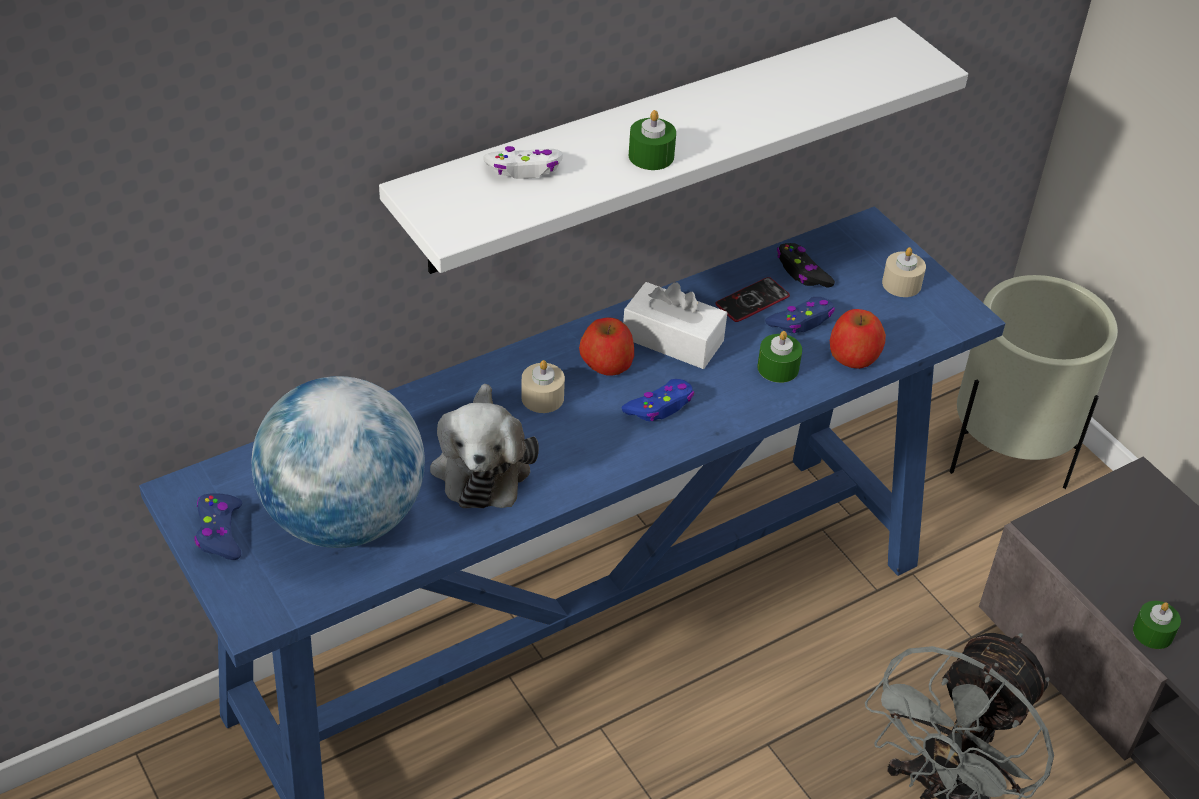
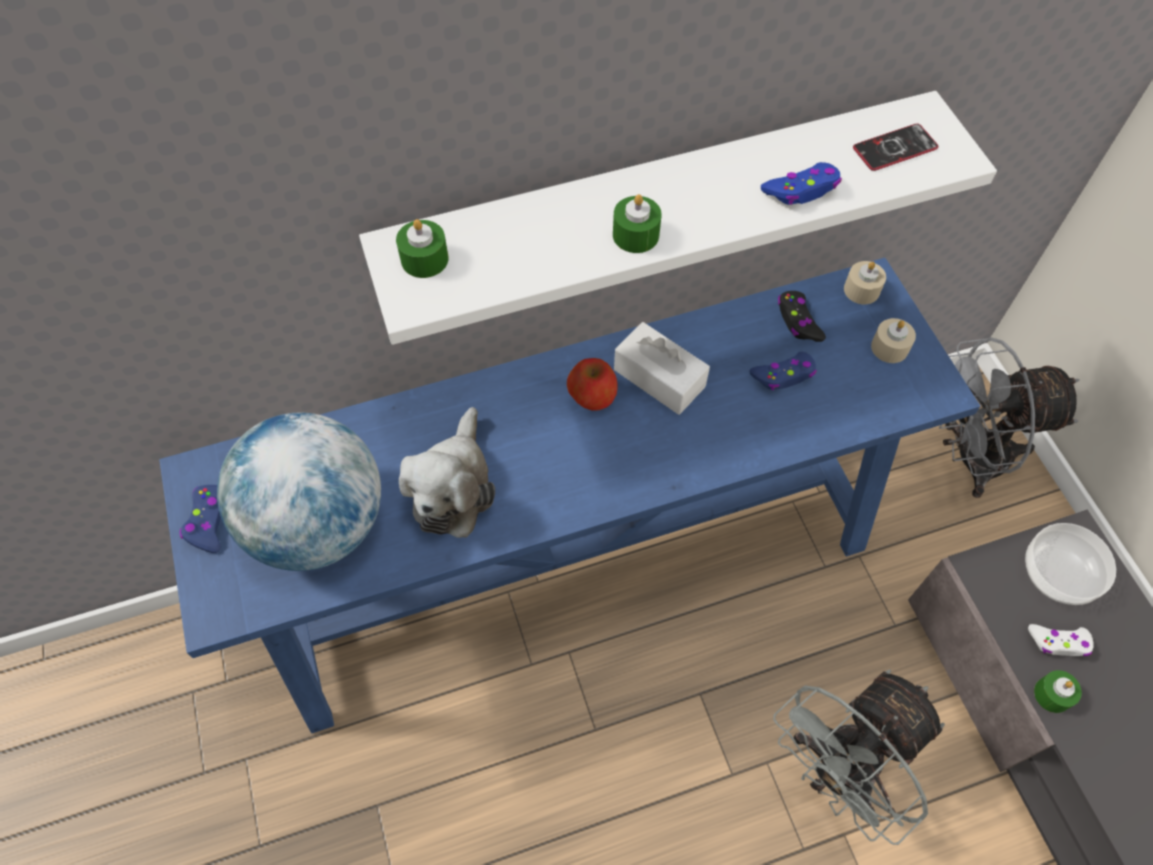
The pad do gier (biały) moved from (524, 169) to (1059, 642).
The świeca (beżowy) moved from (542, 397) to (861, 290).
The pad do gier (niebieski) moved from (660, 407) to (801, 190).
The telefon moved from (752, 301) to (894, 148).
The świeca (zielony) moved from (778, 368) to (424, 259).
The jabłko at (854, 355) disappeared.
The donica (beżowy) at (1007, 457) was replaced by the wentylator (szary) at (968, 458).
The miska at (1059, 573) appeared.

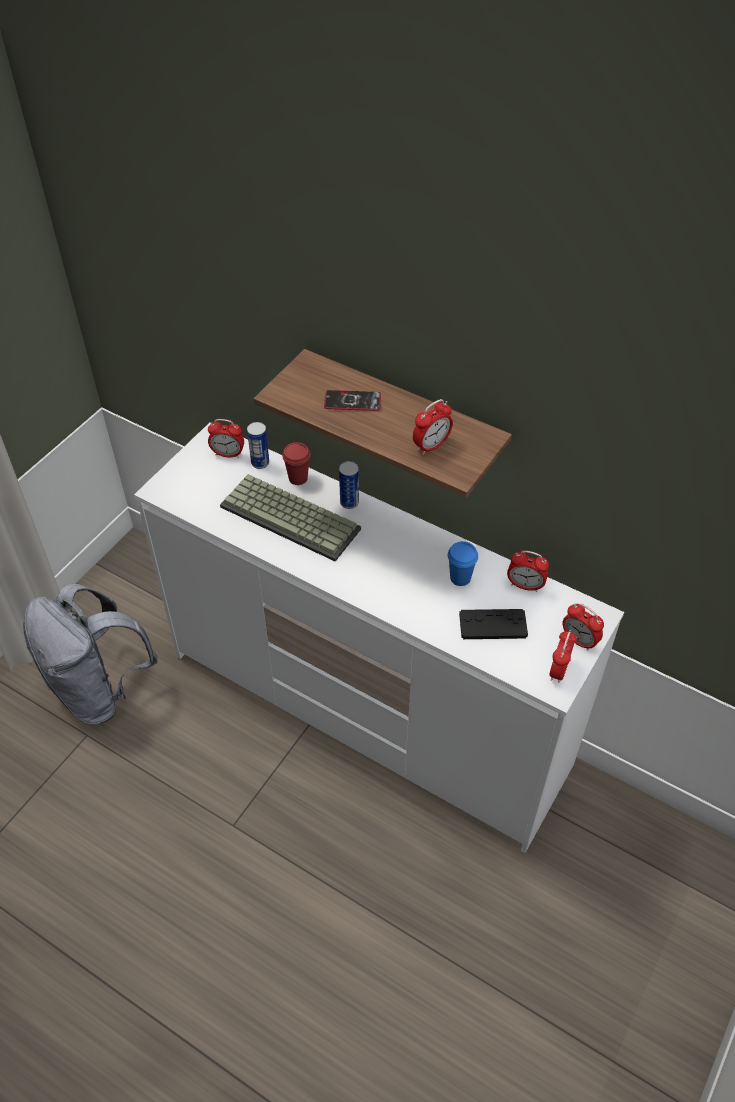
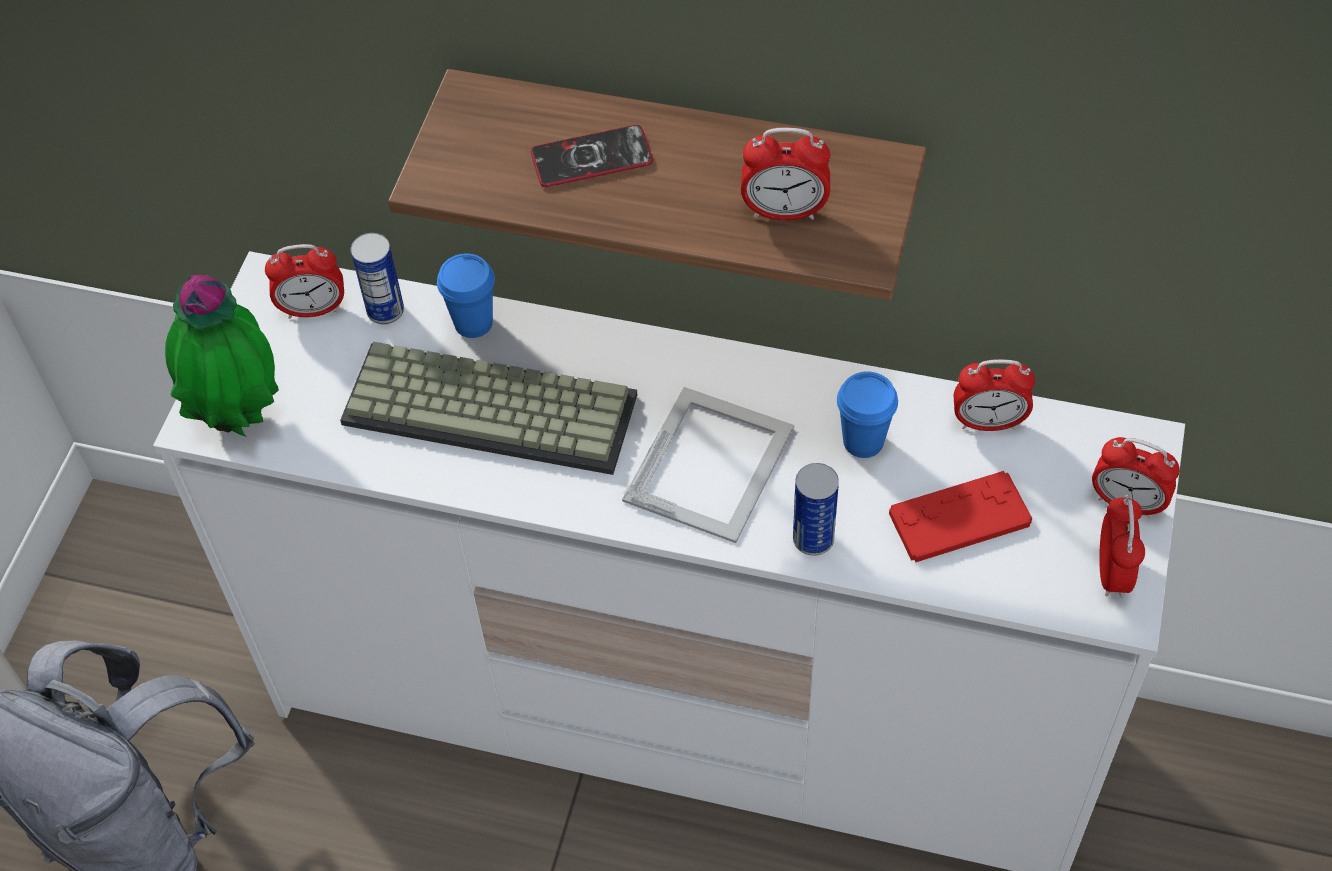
The filiżanka (czerwony) at (298, 478) became the filiżanka (niebieski) at (473, 323).
The puszka moved from (349, 502) to (813, 539).
The budzik at (431, 446) turned 60 degrees clockwise.
The pad do gier (czarny) at (493, 625) became the pad do gier (czerwony) at (959, 518).
The roślina doniczkowa at (241, 417) appeared.
The ramka na zdjęcie at (711, 462) appeared.

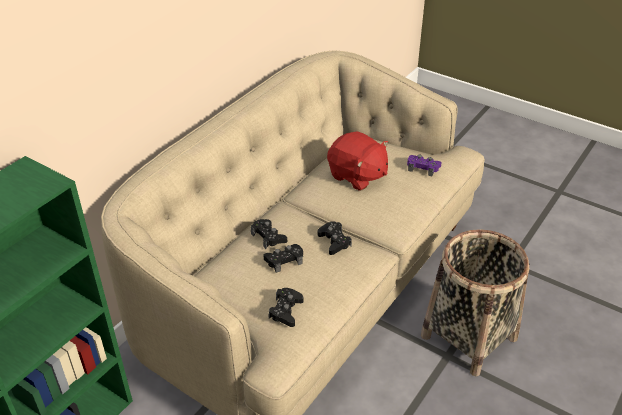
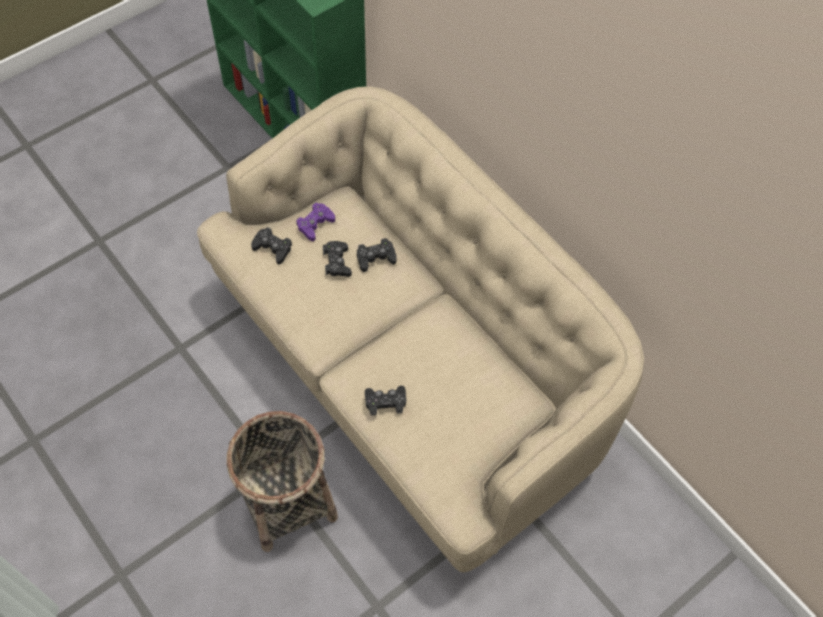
The pad do gier (czarny) moved from (334, 241) to (385, 402).
The pluszak (czerwony) at (357, 176) disappeared.
The pad do gier (fioletowy) moved from (423, 168) to (315, 224).

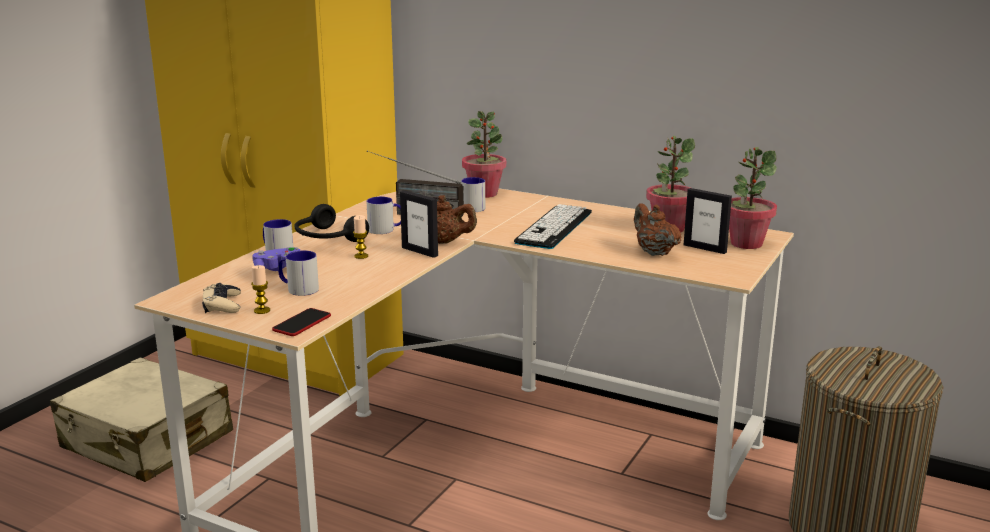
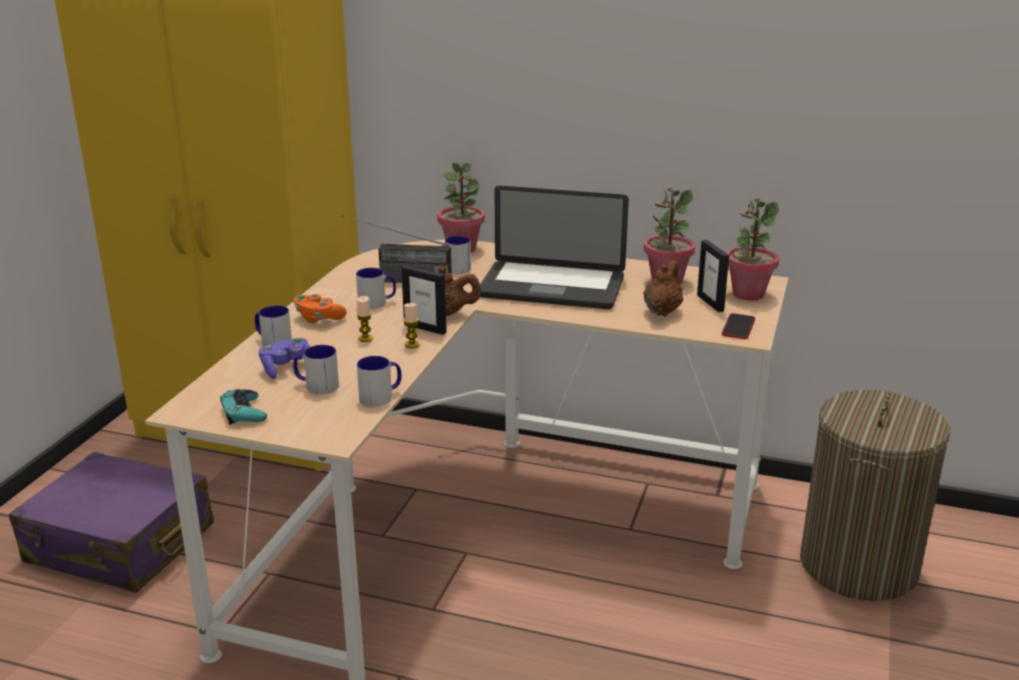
The walizka (beżowy) at (147, 441) became the walizka (fioletowy) at (120, 544).
The pad do gier (beżowy) at (222, 305) became the pad do gier (turkusowy) at (243, 412).
The świeca moved from (262, 310) to (412, 345).
The telefon moved from (302, 323) to (738, 327).
The słuchawki (czarny) at (327, 238) was replaced by the pad do gier (pomarańczowy) at (318, 318).
The klawiatura at (554, 227) was replaced by the laptop at (551, 287).
The imbryk (brązowy) at (654, 252) turned 60 degrees clockwise.
The ramka na zdjęcie at (705, 248) turned 45 degrees clockwise.
The kubek at (381, 396) appeared.

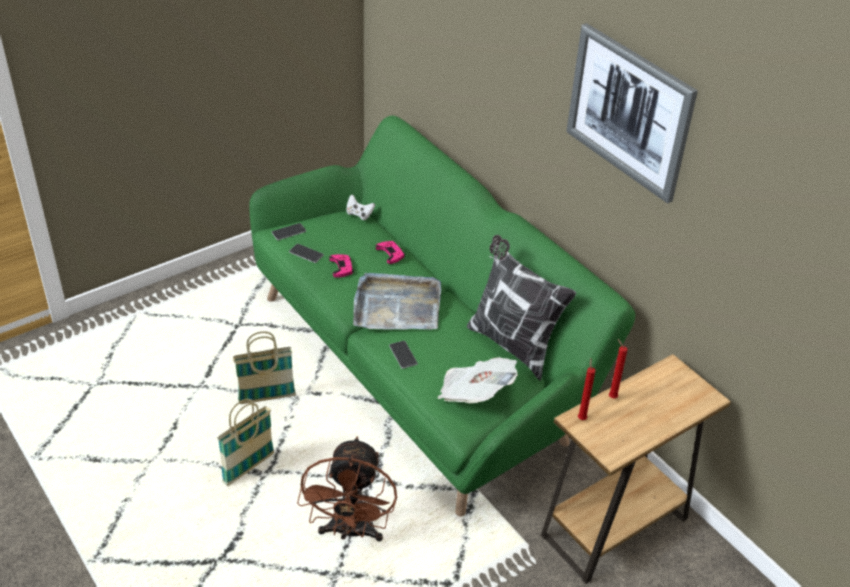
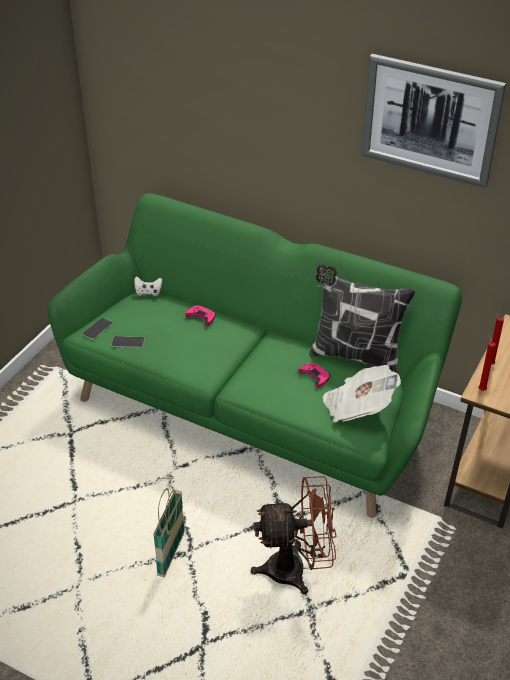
The koszyk at (267, 398) disappeared.
The wentylator (brązowy) at (351, 532) turned 75 degrees counterclockwise.
The pad do gier (różowy) moved from (341, 268) to (315, 376).
The taca (szary) at (396, 306) disappeared.
The telefon at (403, 354) disappeared.

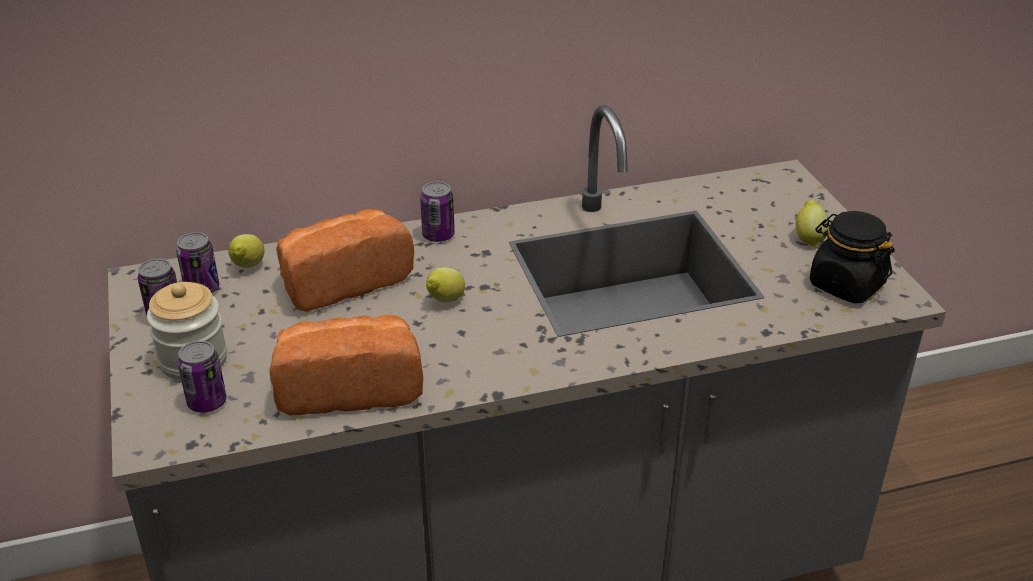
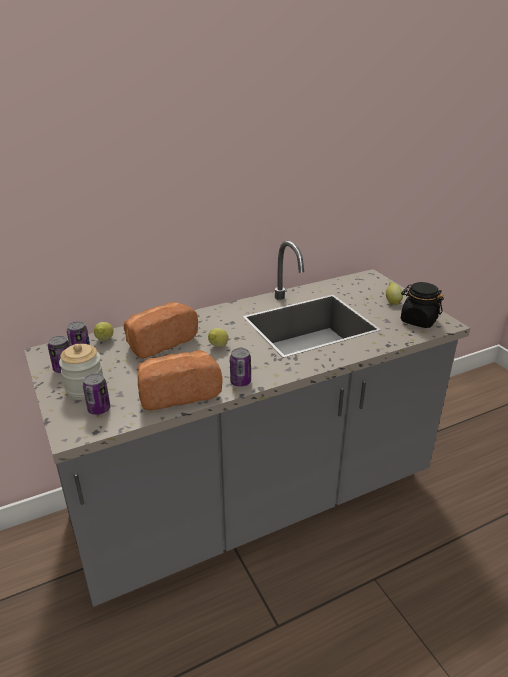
The puszka moved from (438, 235) to (240, 382).

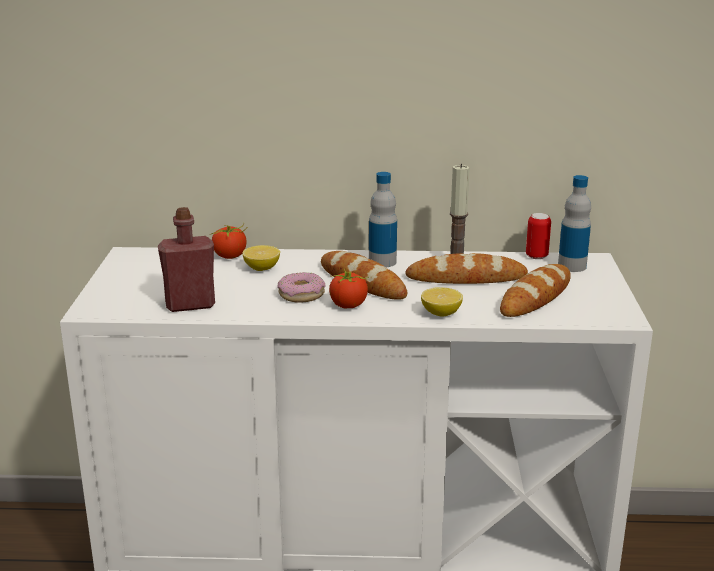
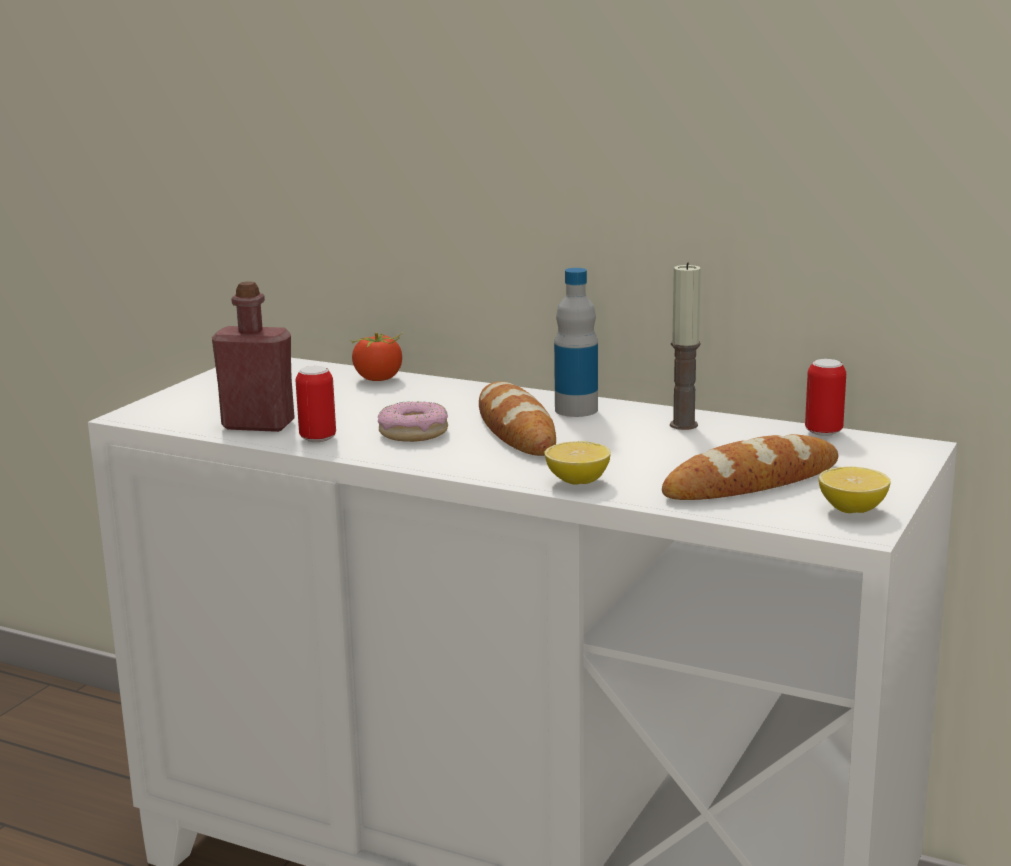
The cytryna moved from (262, 268) to (852, 510).
The pomidor at (348, 305) disappeared.
The chleb at (466, 278) disappeared.
The butelka at (572, 266) disappeared.
The puszka at (318, 438) appeared.

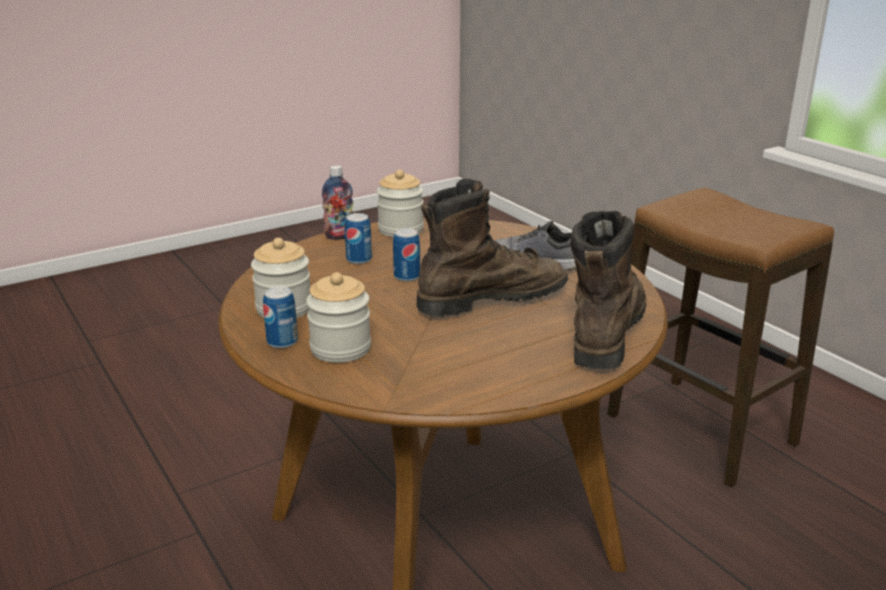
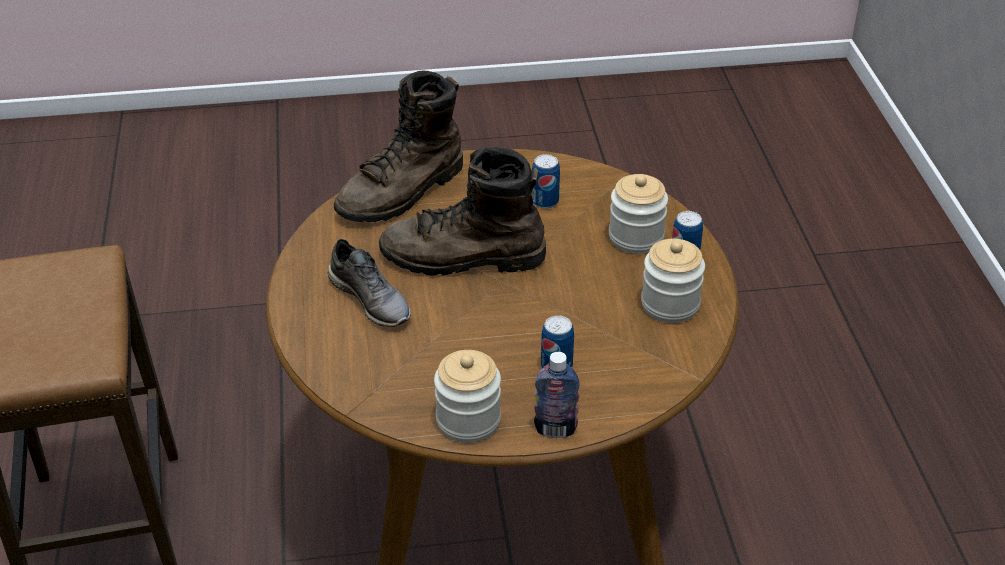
The puszka moved from (407, 277) to (545, 201).

